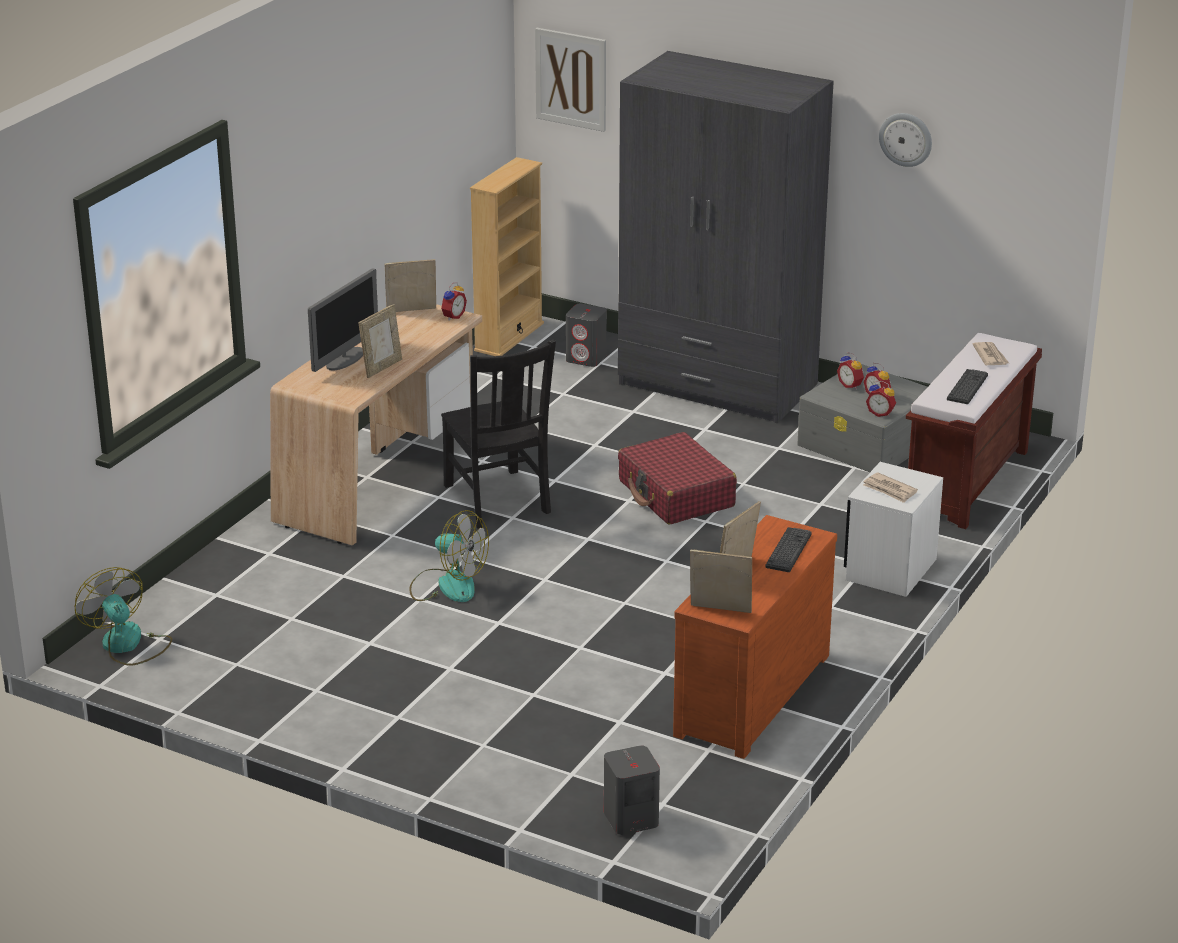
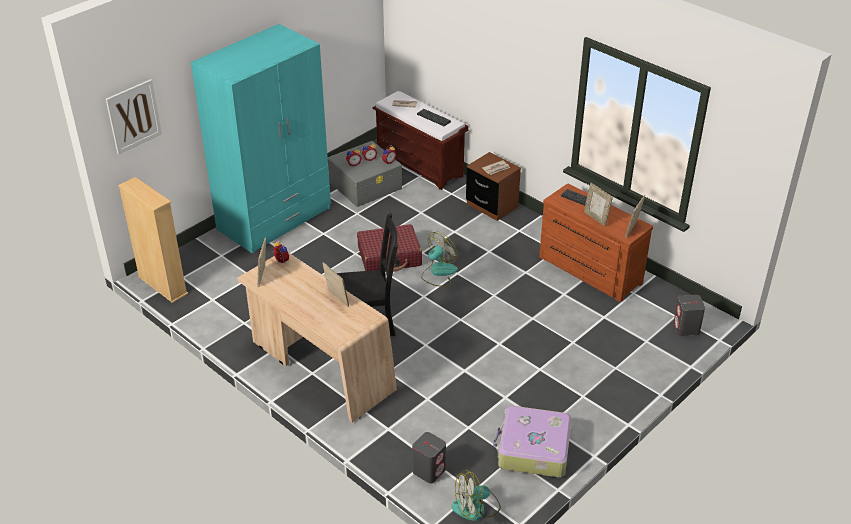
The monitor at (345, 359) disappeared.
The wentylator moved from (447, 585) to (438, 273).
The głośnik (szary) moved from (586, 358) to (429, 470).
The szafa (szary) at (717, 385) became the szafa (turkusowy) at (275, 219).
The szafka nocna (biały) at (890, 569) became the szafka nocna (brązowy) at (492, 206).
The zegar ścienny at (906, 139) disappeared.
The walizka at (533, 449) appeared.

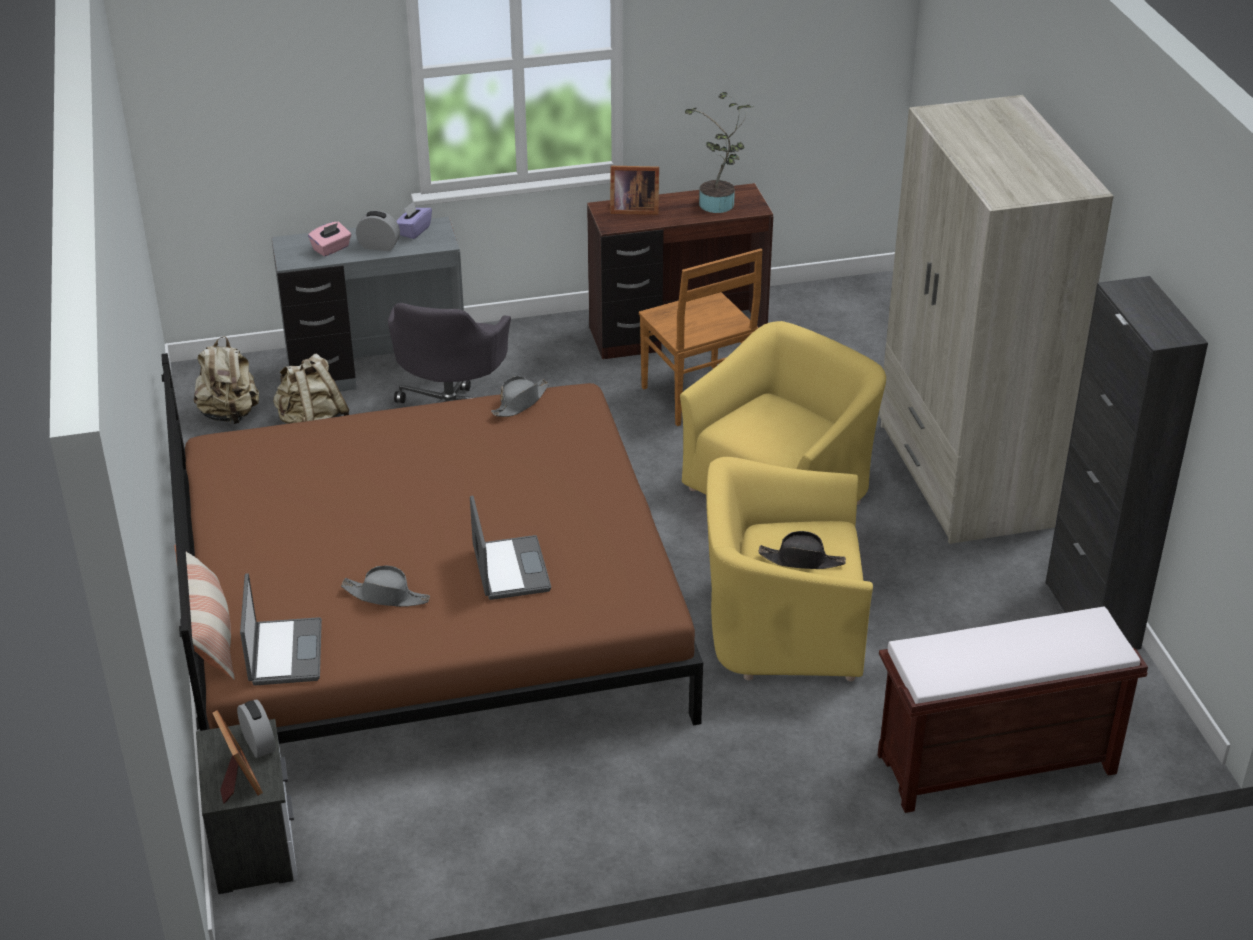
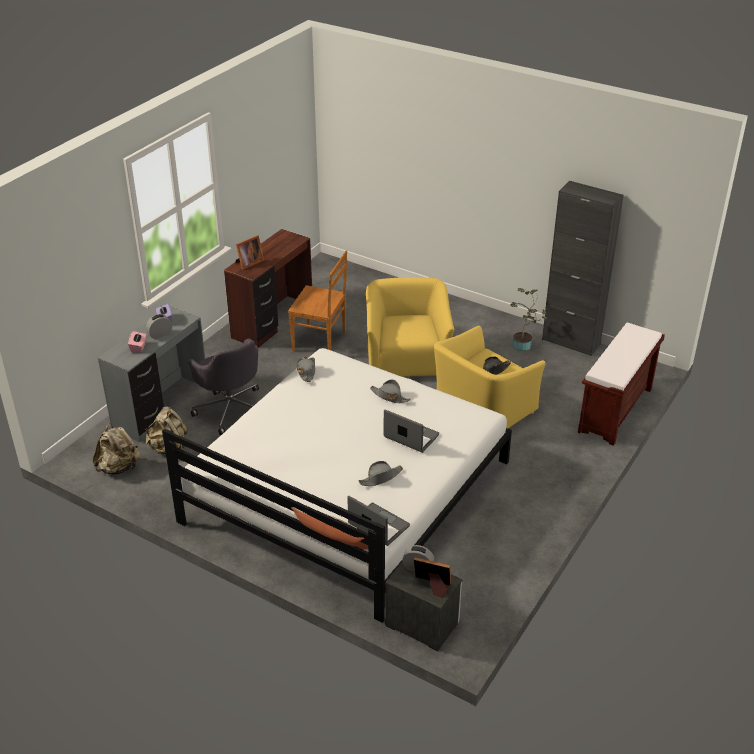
The łóżko (brązowy) at (427, 614) became the łóżko (biały) at (347, 491).
The roślina doniczkowa moved from (718, 206) to (524, 345).
The szafa (beżowy) at (962, 475) disappeared.
The kapelusz (szary) at (389, 396) appeared.

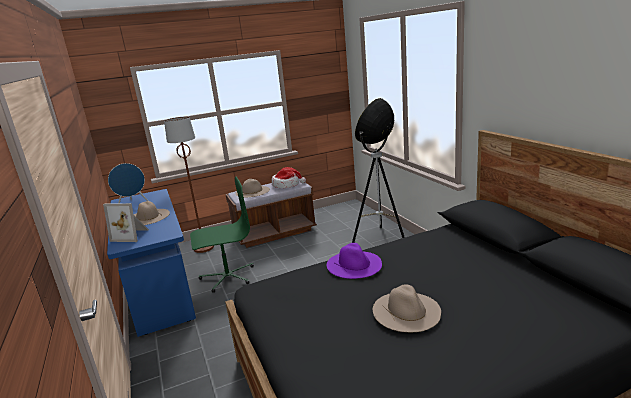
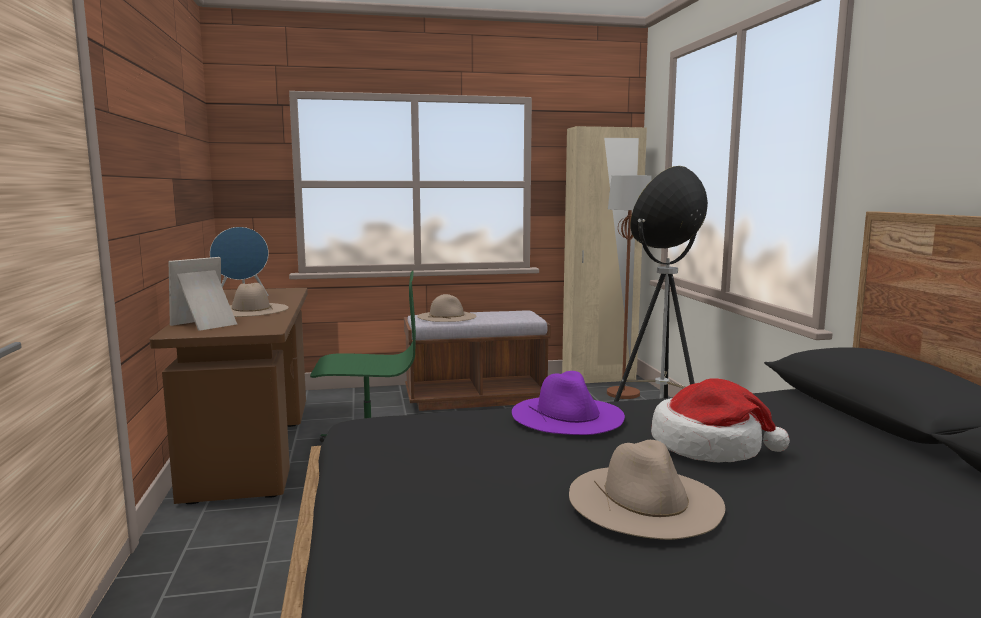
The ramka na zdjęcie at (131, 235) turned 105 degrees clockwise.
The biurko (niebieski) at (160, 289) became the biurko (brązowy) at (252, 445).
The lampa stojąca (brązowy) moved from (204, 248) to (623, 394).
The kapelusz moved from (287, 184) to (709, 446).
The szafa (beżowy) at (599, 378) appeared.

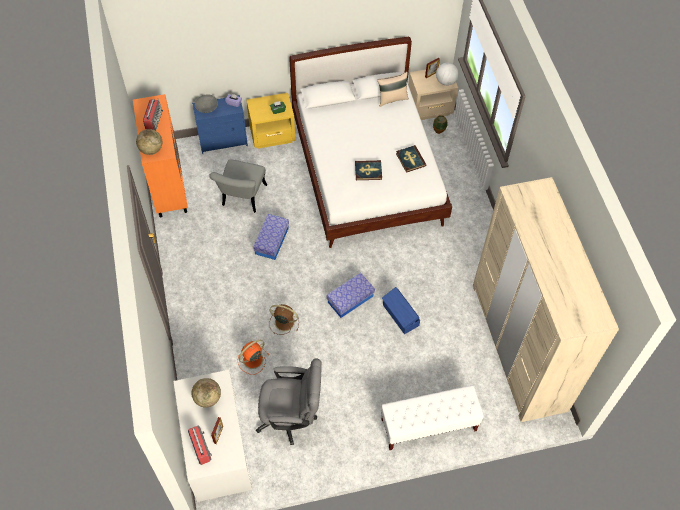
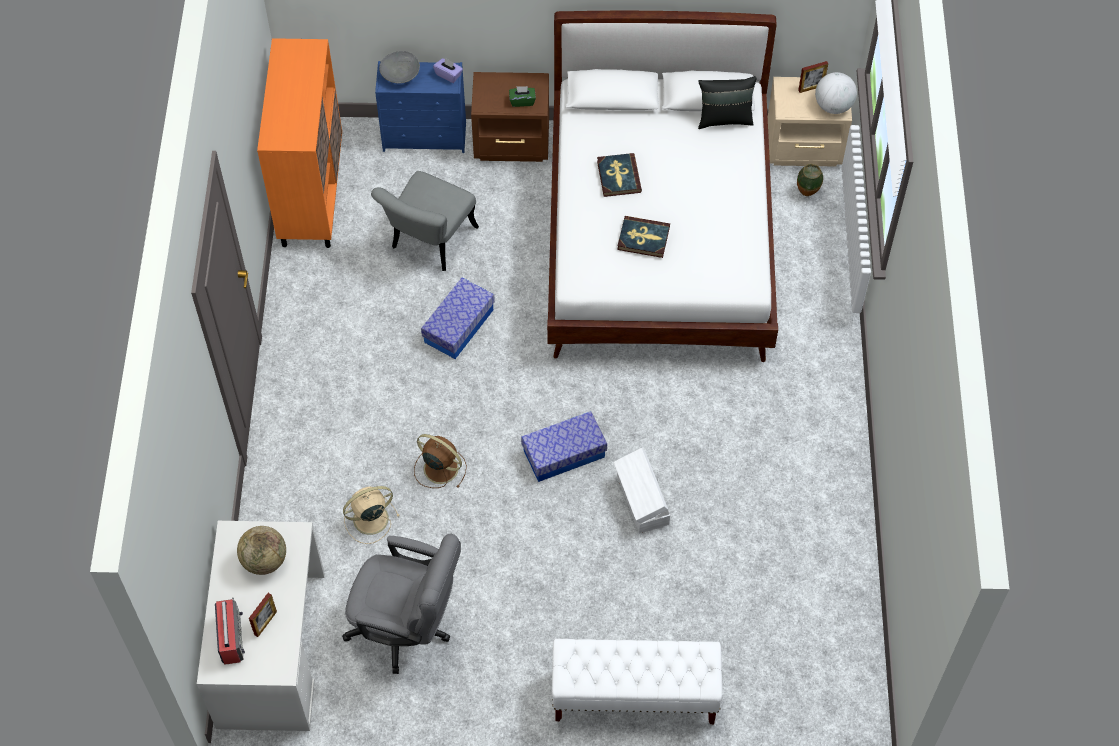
The globus at (151, 149) disappeared.
The radio at (154, 120) disappeared.
The wentylator (pomarańczowy) at (252, 360) became the wentylator (beżowy) at (369, 519).
The szafka nocna (żółty) at (273, 136) became the szafka nocna (brązowy) at (513, 144).
The poduszka (beżowy) at (392, 99) became the poduszka (czarny) at (724, 119).
The pojemnik do przechowywania (niebieski) at (400, 316) became the pojemnik do przechowywania (biały) at (641, 501).
The książka moved from (410, 160) to (618, 176).
The szafa (beżowy) at (518, 346) disappeared.

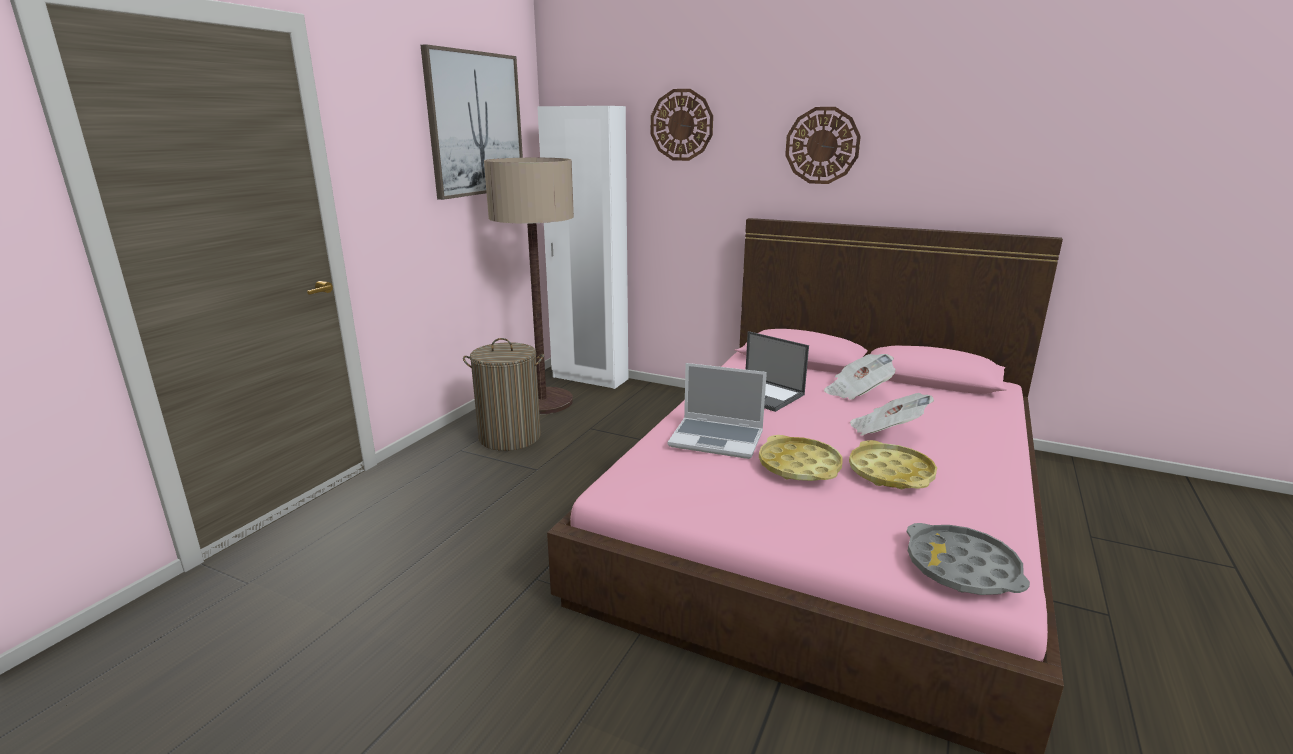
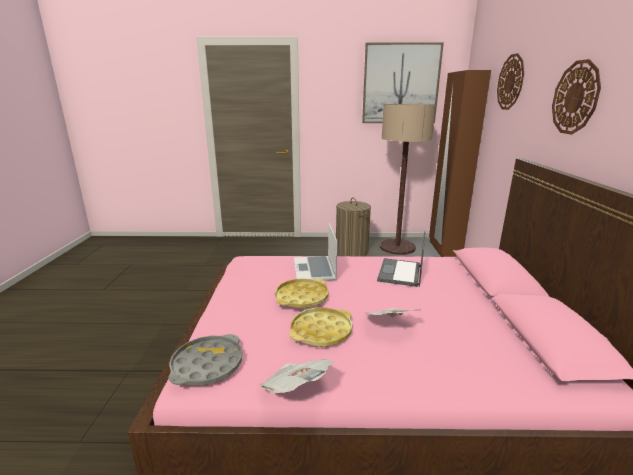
The szafa (biały) at (589, 378) became the szafa (brązowy) at (444, 250).
The gazeta moved from (857, 392) to (296, 389).

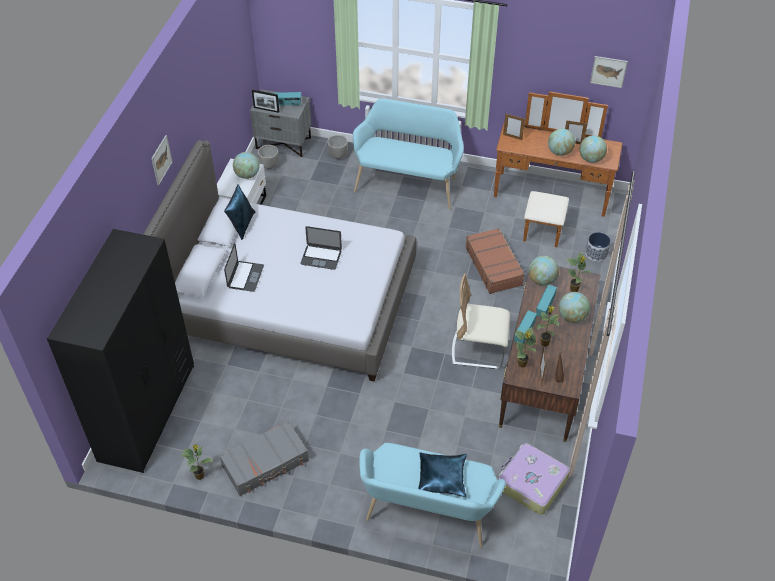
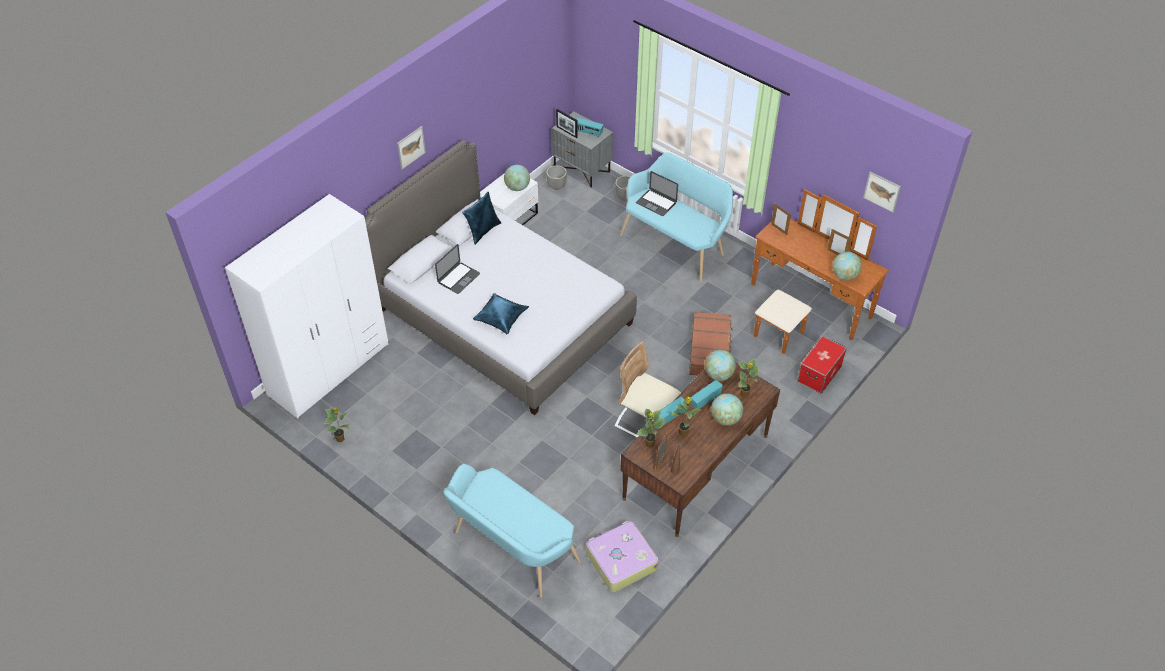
The szafa (czarny) at (147, 412) became the szafa (biały) at (329, 369).
The walizka (szary) at (265, 463) disappeared.
The laptop moved from (321, 257) to (656, 203).
The poduszka (niebieski) moved from (442, 477) to (501, 317).
The globus at (559, 152) disappeared.
The donica at (596, 254) was replaced by the pojemnik do przechowywania at (819, 374).

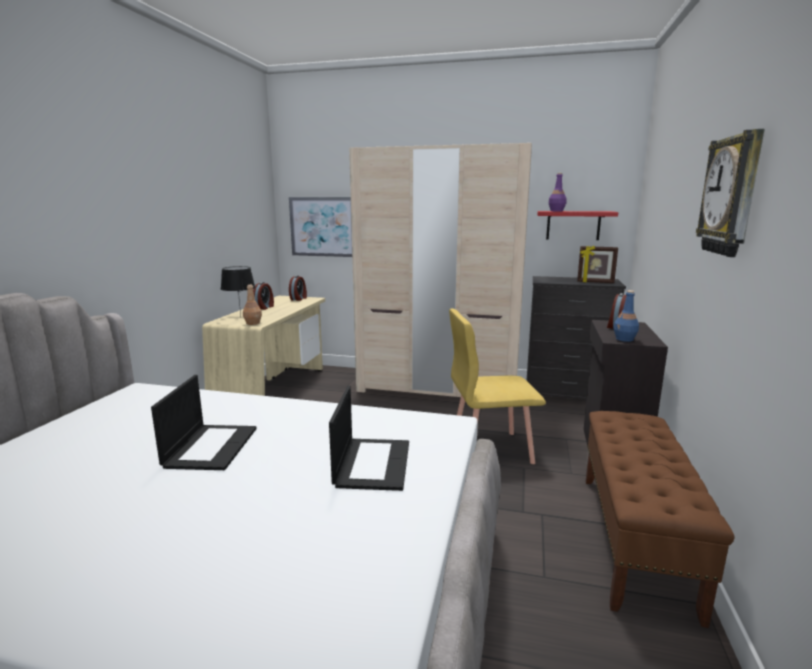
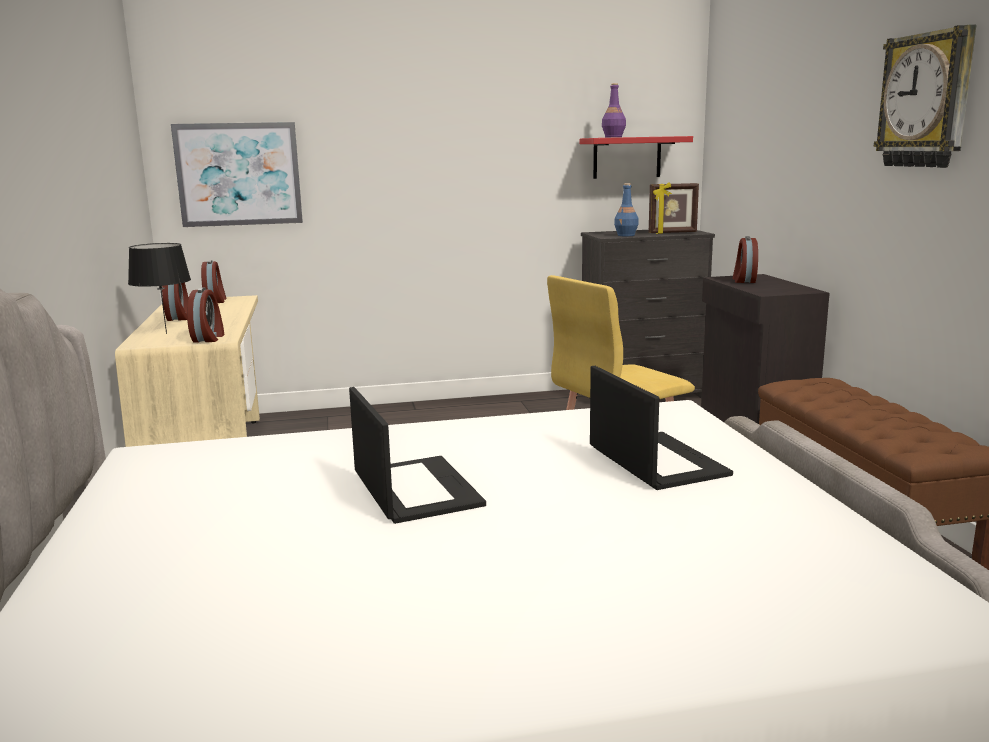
The butelka (brązowy) at (253, 323) was replaced by the budzik at (209, 338).
The szafa (beżowy) at (438, 387) disappeared.
The butelka (niebieski) moved from (624, 339) to (626, 235).

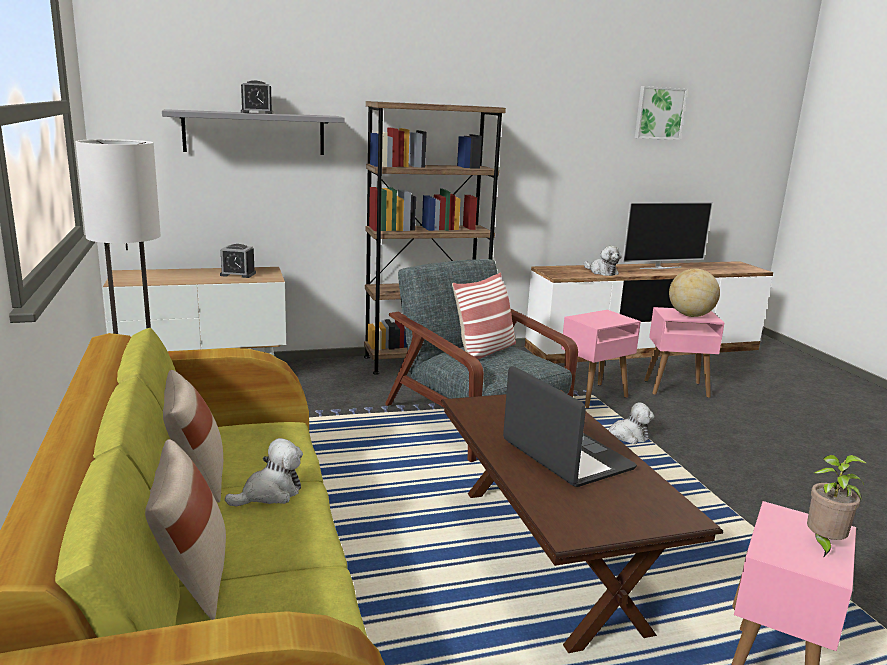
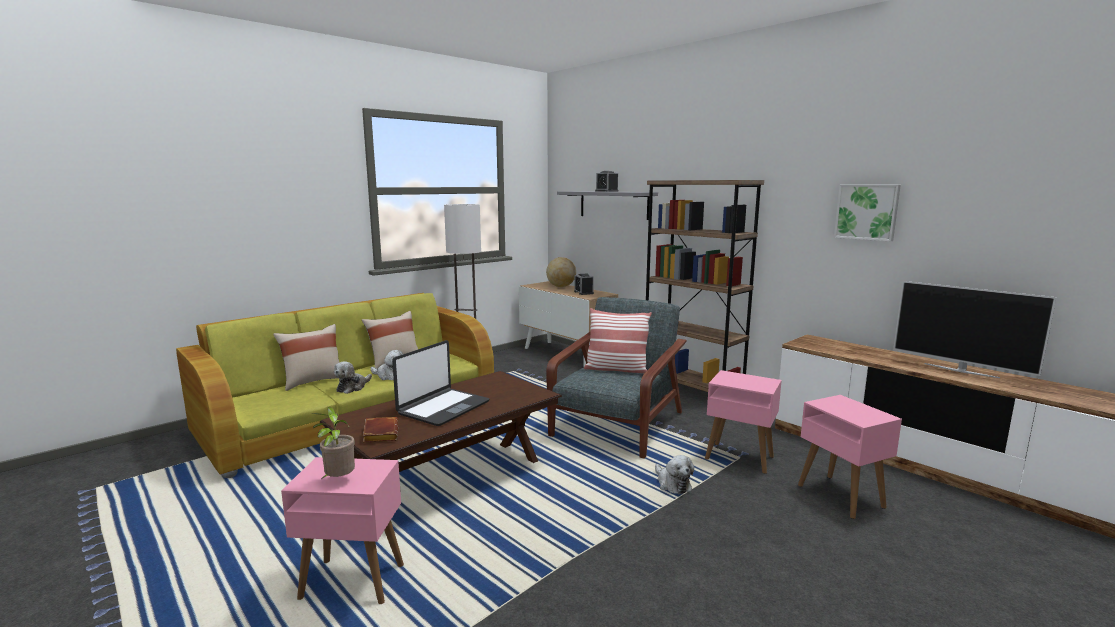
The pluszak moved from (602, 272) to (352, 387).
The obraz moved from (659, 113) to (867, 212).
The globus moved from (690, 315) to (561, 286).
The książka (brązowy) at (379, 433) appeared.

